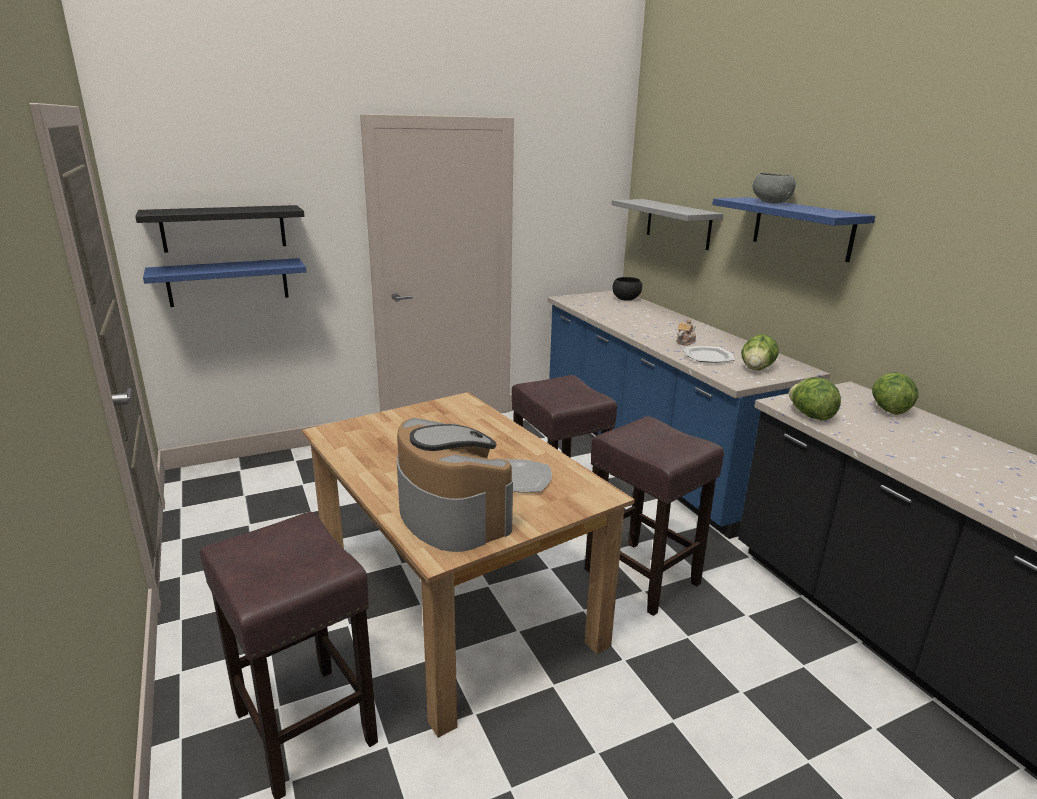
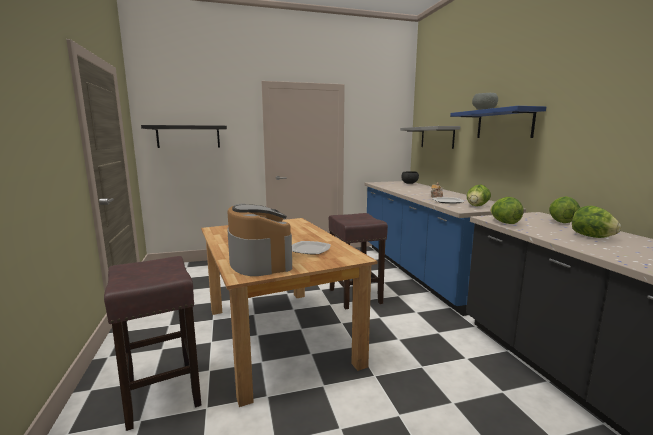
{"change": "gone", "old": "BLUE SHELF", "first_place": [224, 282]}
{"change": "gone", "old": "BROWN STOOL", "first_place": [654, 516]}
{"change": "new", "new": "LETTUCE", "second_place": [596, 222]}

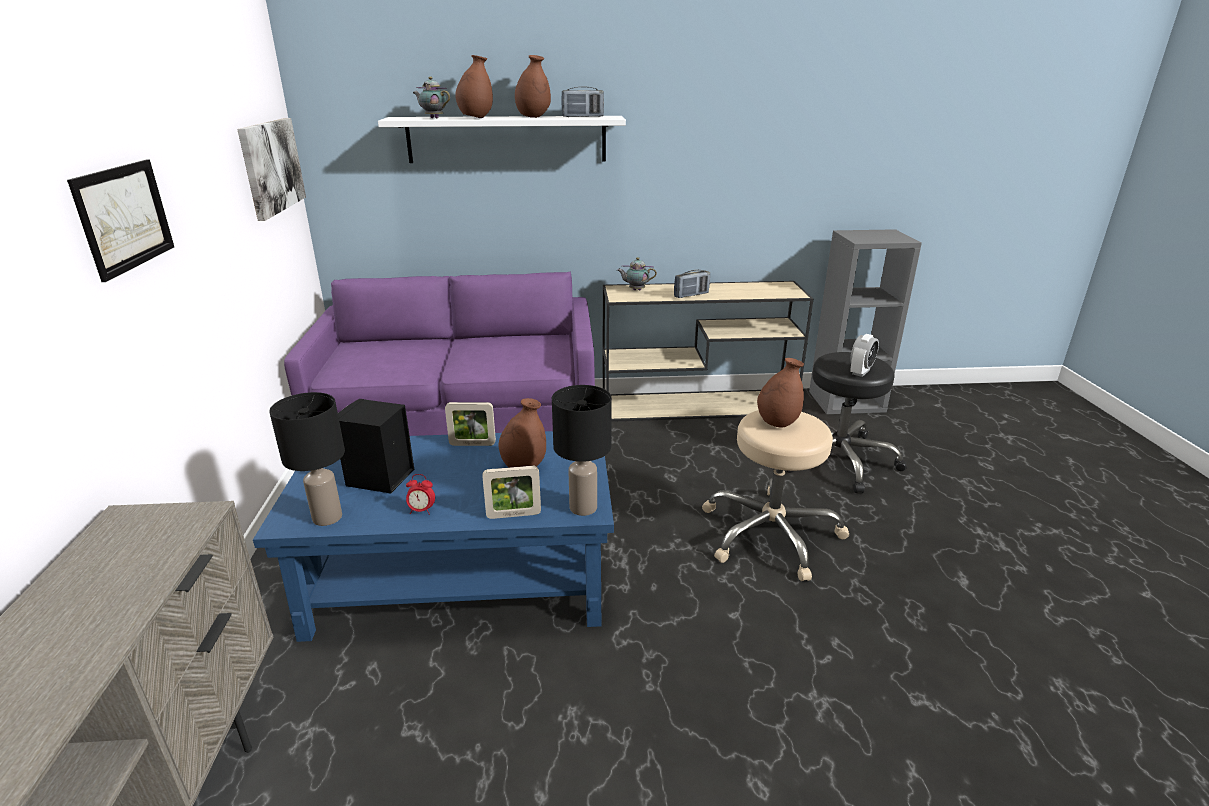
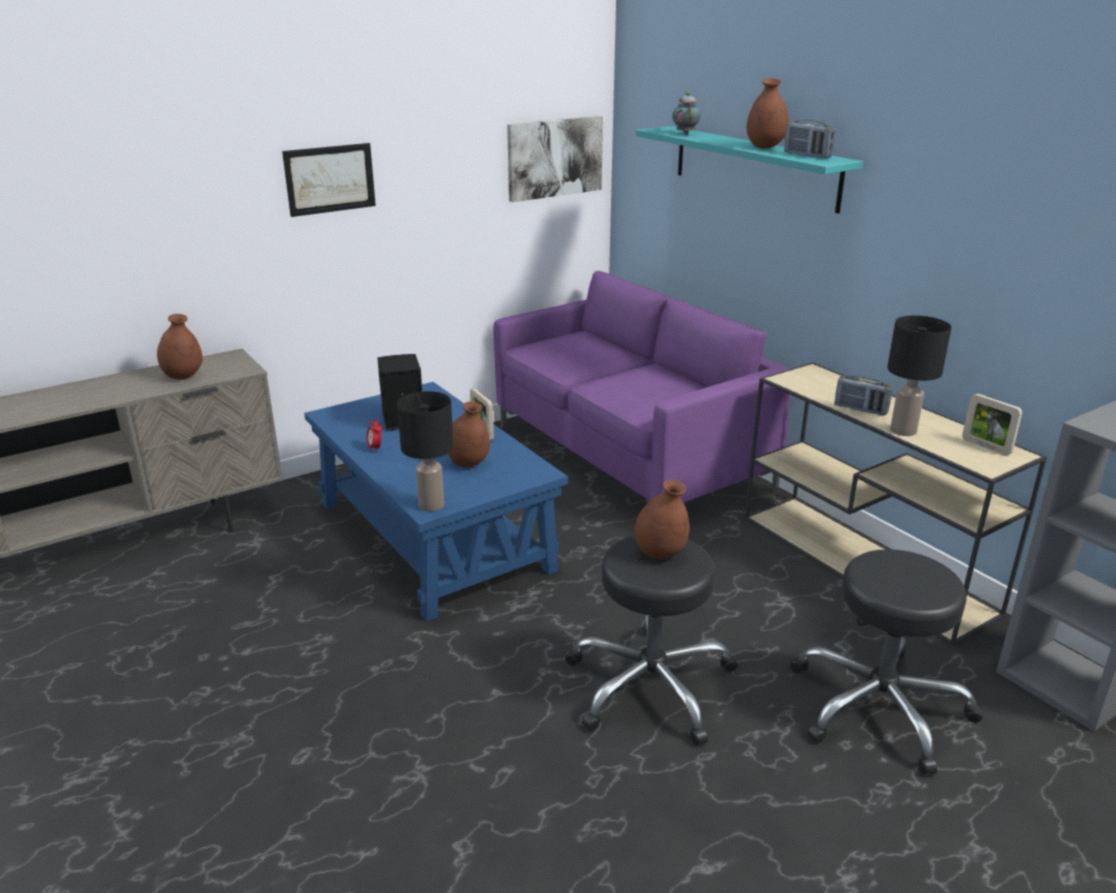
{"change": "shifted", "old": "BLACK TABLE LAMP", "first_place": [307, 459], "second_place": [919, 375]}
{"change": "repainted", "old": "WHITE SHELF", "new": "TURQUOISE SHELF", "first_place": [502, 139], "second_place": [749, 170]}
{"change": "shifted", "old": "BROWN VASE", "first_place": [474, 86], "second_place": [180, 347]}
{"change": "shifted", "old": "PICTURE FRAME", "first_place": [512, 492], "second_place": [992, 424]}
{"change": "gone", "old": "TEAPOT", "first_place": [637, 273]}
{"change": "repainted", "old": "BEIGE STOOL", "new": "BLACK STOOL", "first_place": [775, 495], "second_place": [651, 640]}
{"change": "gone", "old": "ALARM CLOCK", "first_place": [864, 355]}

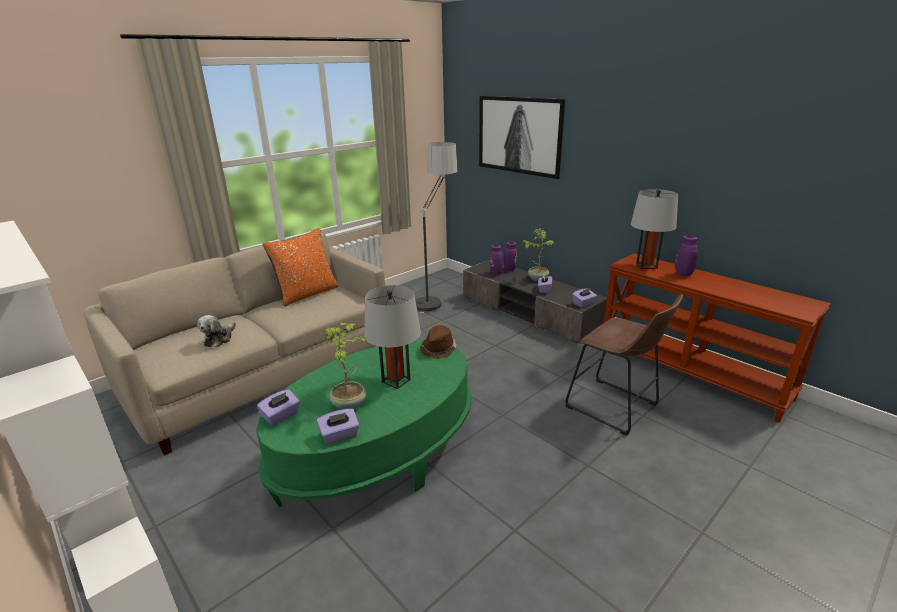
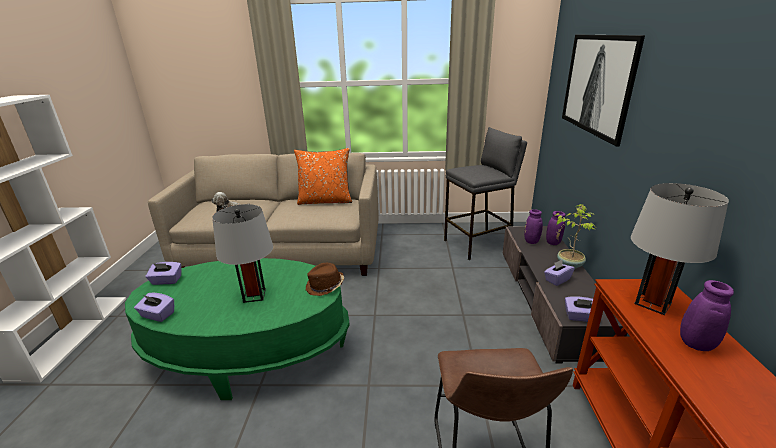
{"change": "gone", "old": "POTTED PLANT", "first_place": [346, 366]}
{"change": "swapped", "old": "FLOOR LAMP", "new": "GREY STOOL", "first_place": [436, 227], "second_place": [485, 193]}

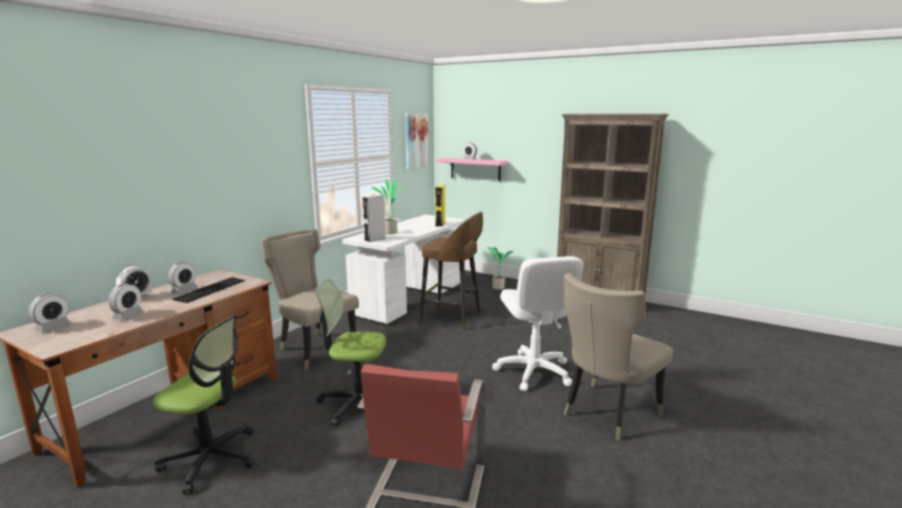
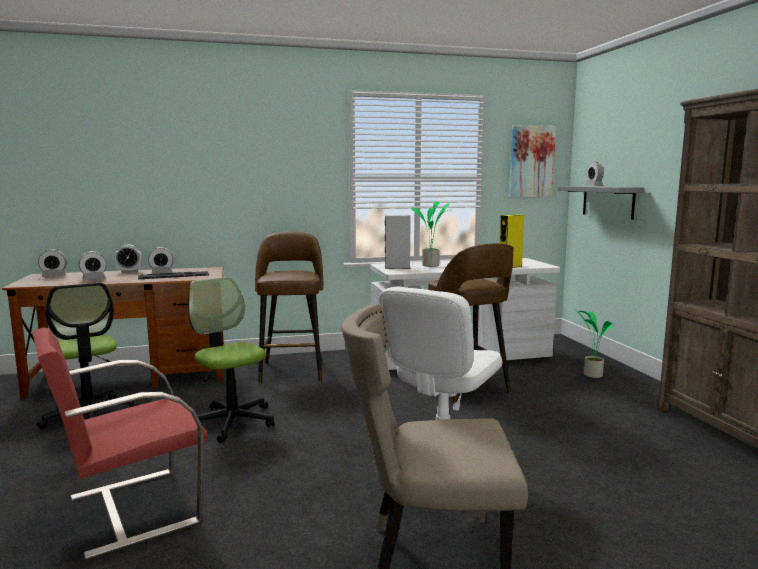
{"change": "swapped", "old": "BEIGE CHAIR", "new": "BROWN STOOL", "first_place": [310, 299], "second_place": [289, 307]}
{"change": "repainted", "old": "PINK SHELF", "new": "GREY SHELF", "first_place": [472, 170], "second_place": [601, 203]}

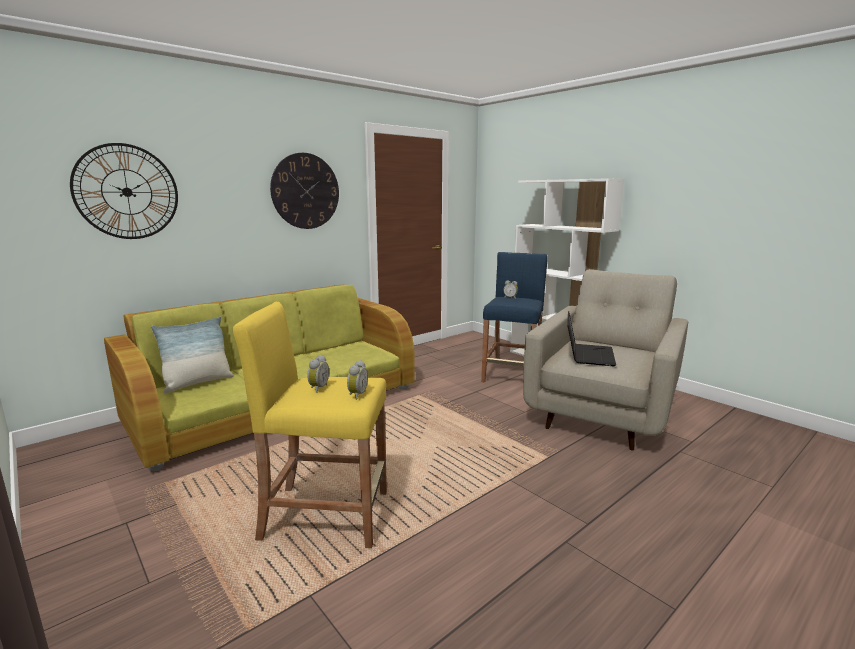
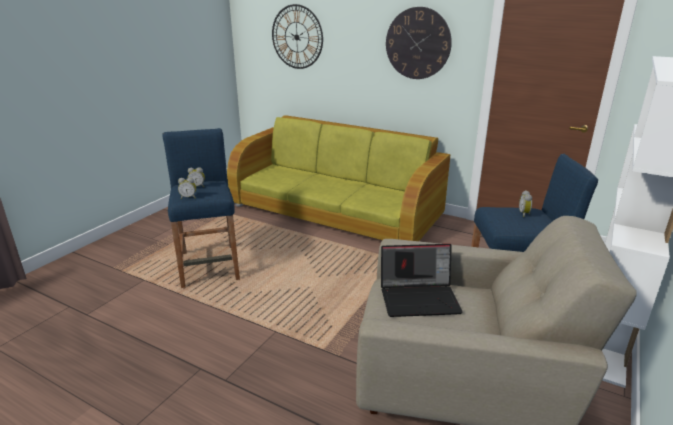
{"change": "gone", "old": "PILLOW", "first_place": [192, 355]}
{"change": "repainted", "old": "YELLOW STOOL", "new": "BLUE STOOL", "first_place": [310, 425], "second_place": [201, 208]}

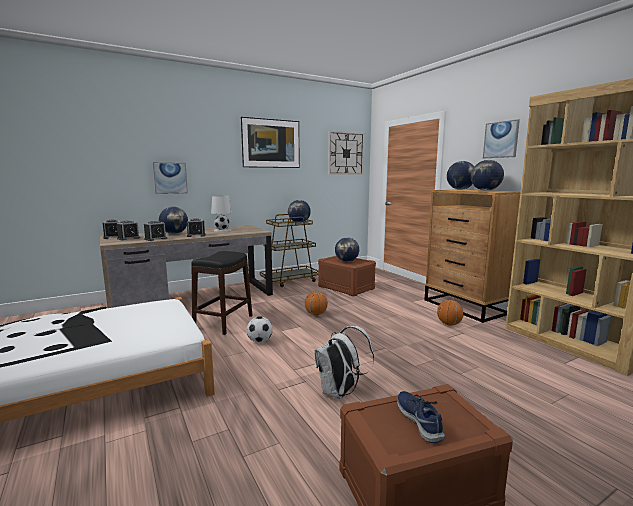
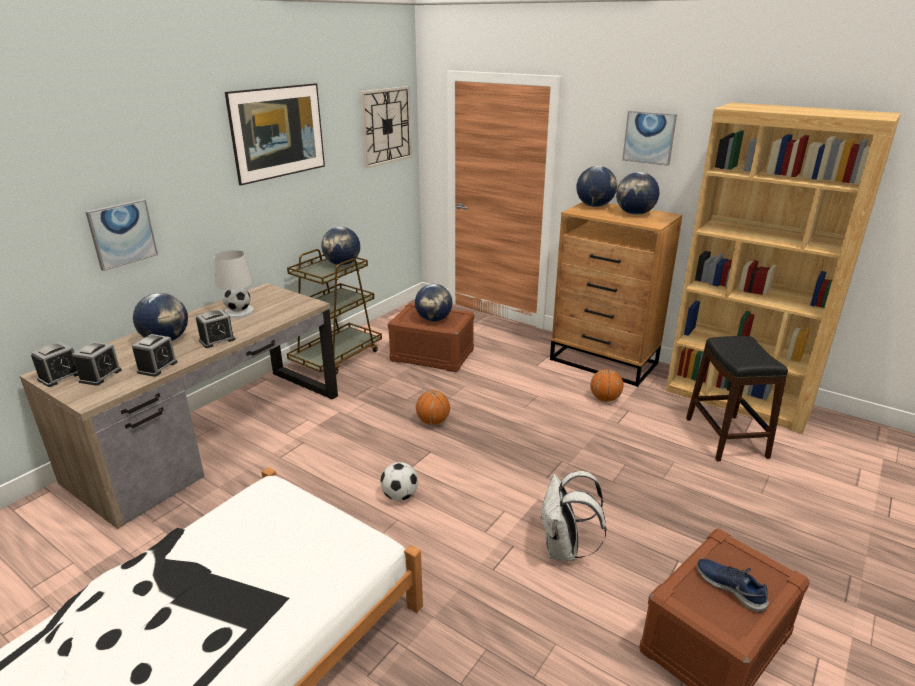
{"change": "shifted", "old": "BLACK STOOL", "first_place": [222, 293], "second_place": [737, 398]}

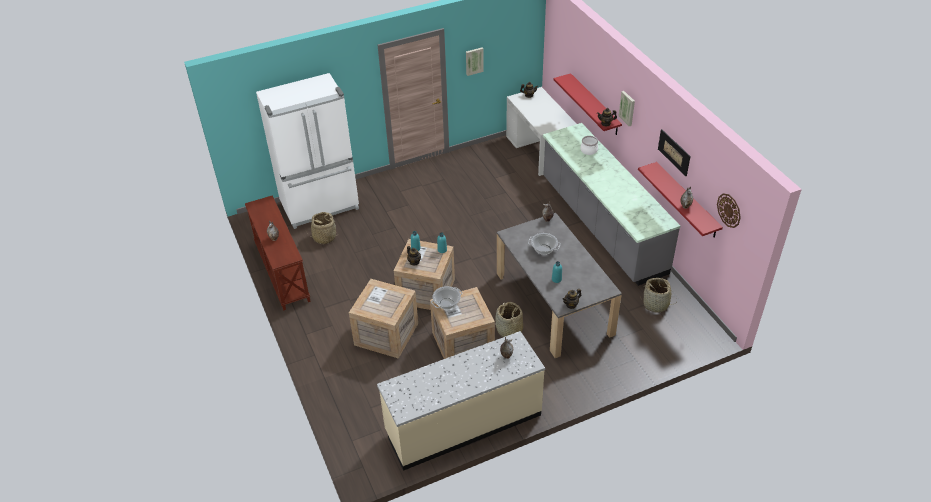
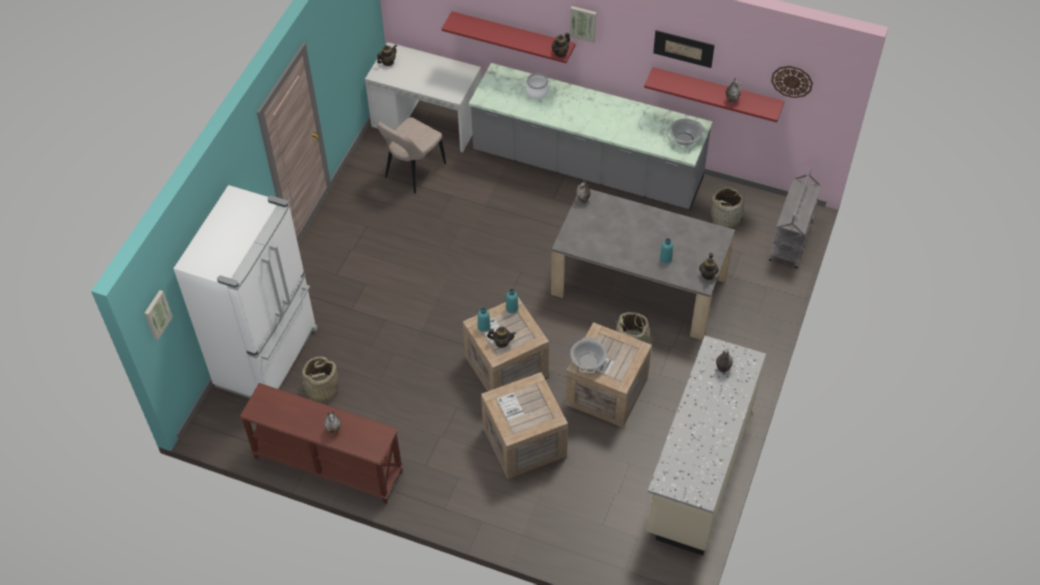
{"change": "shifted", "old": "PICTURE", "first_place": [475, 61], "second_place": [158, 315]}
{"change": "shifted", "old": "COOKING POT", "first_place": [544, 244], "second_place": [685, 132]}
{"change": "new", "new": "BEIGE CHAIR", "second_place": [411, 155]}
{"change": "new", "new": "GREY CART", "second_place": [795, 217]}

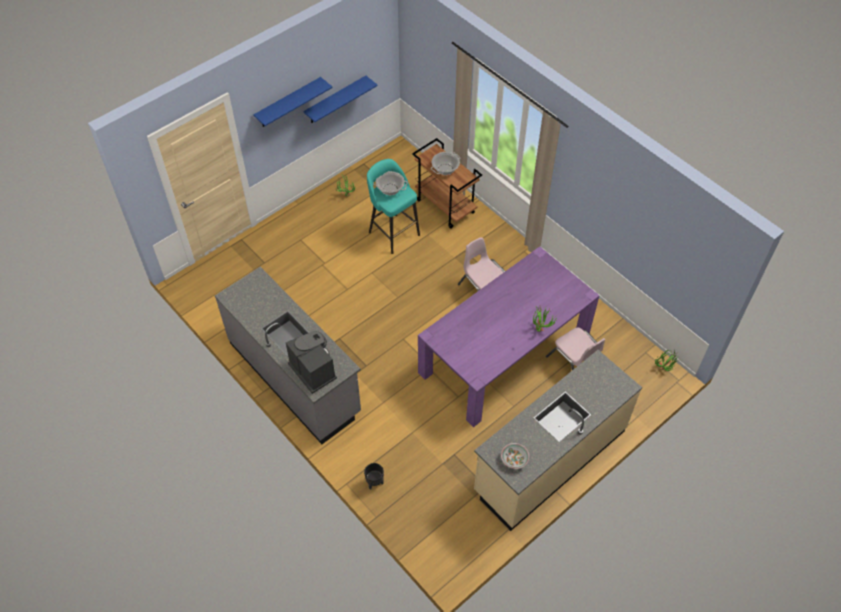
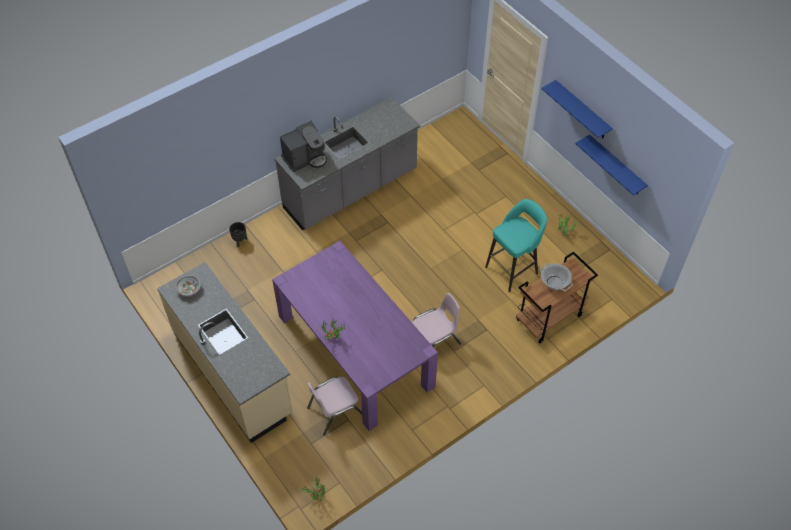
{"change": "gone", "old": "COOKING POT", "first_place": [390, 183]}

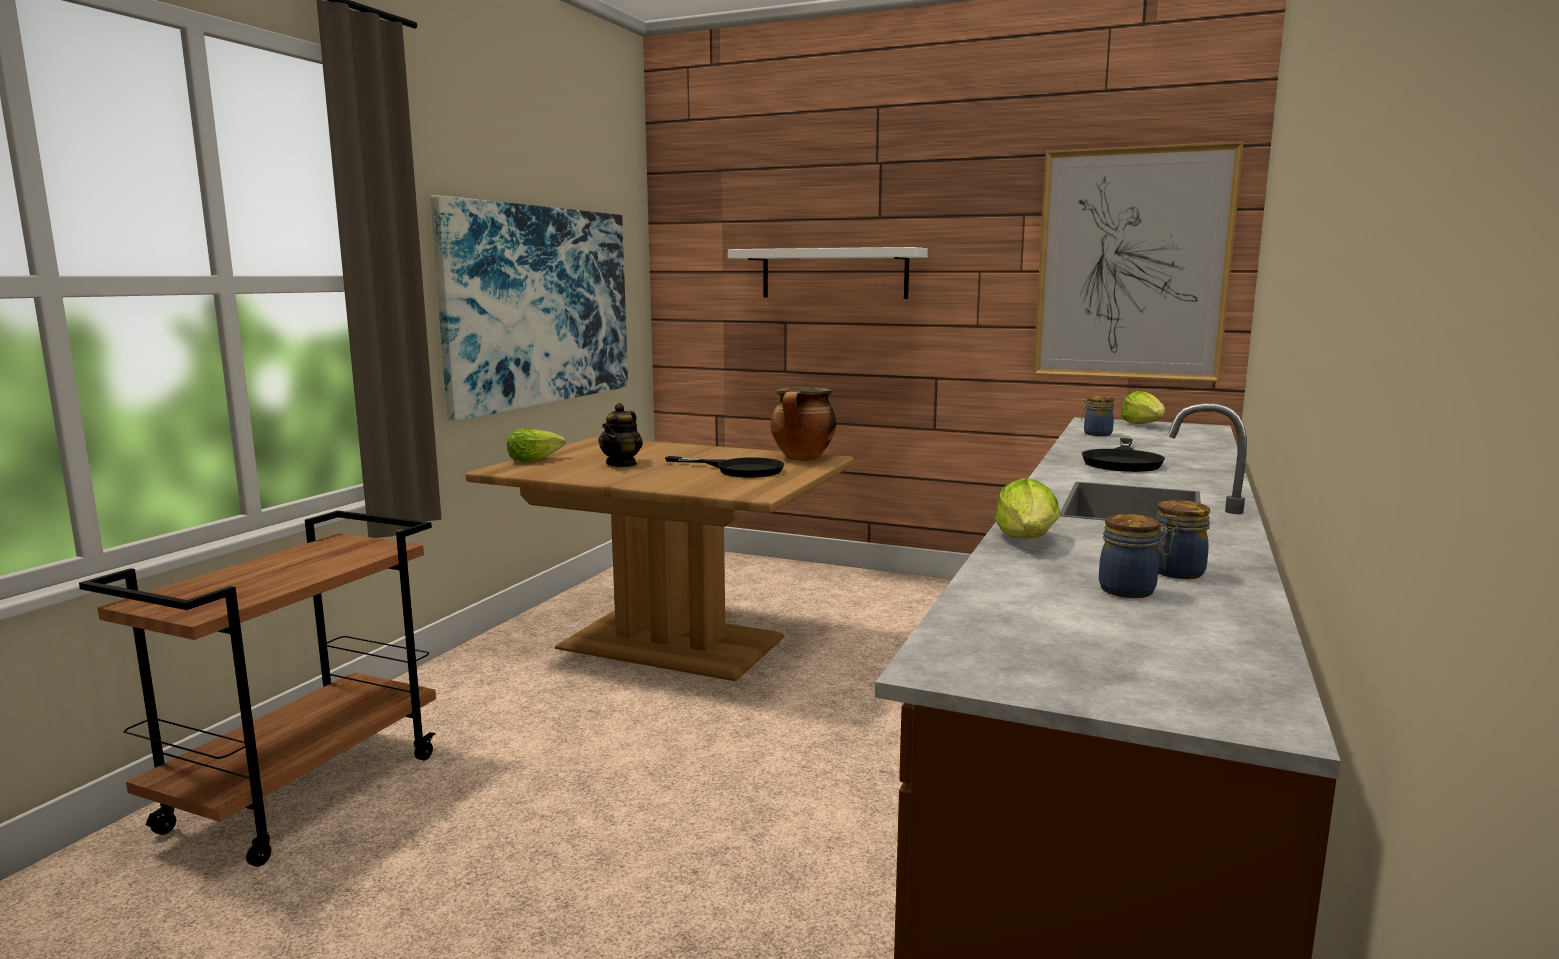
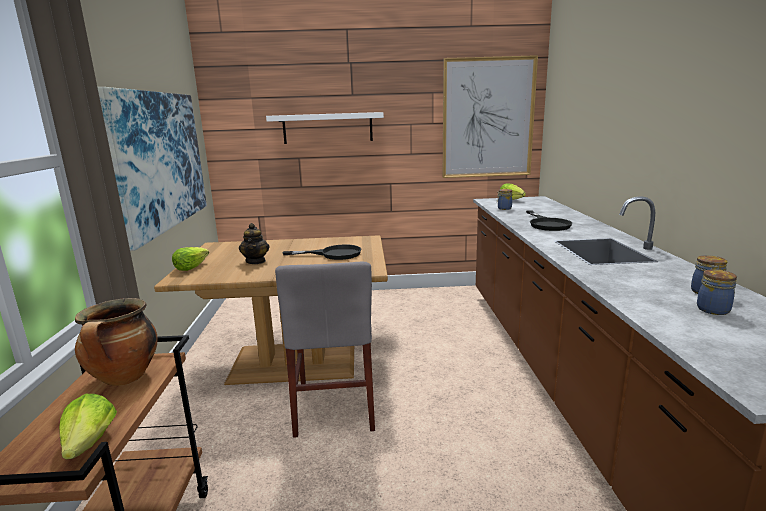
{"change": "shifted", "old": "COOKING POT", "first_place": [803, 424], "second_place": [116, 342]}
{"change": "shifted", "old": "LETTUCE", "first_place": [1027, 508], "second_place": [88, 426]}
{"change": "new", "new": "GREY CHAIR", "second_place": [325, 349]}

